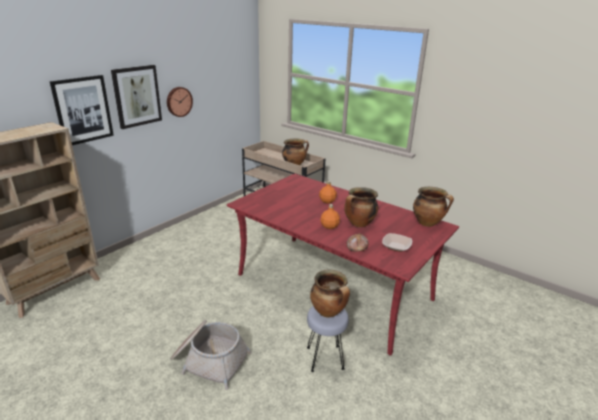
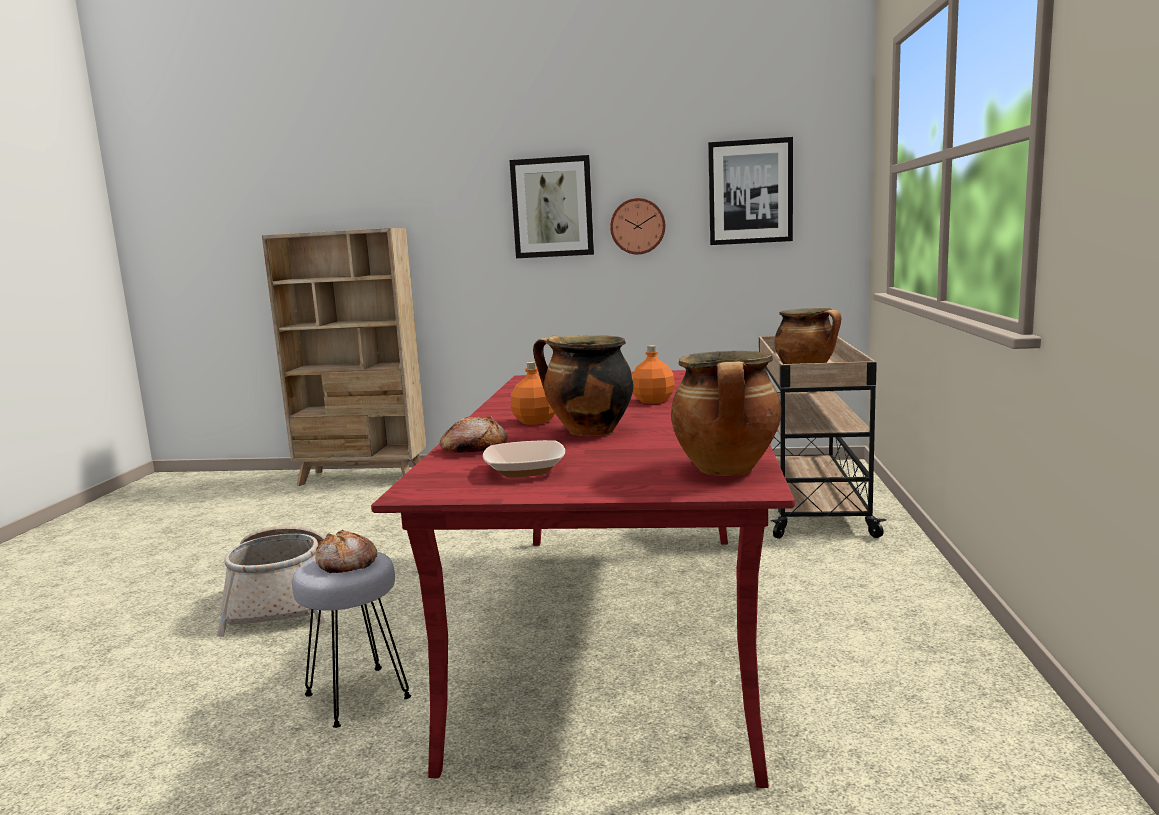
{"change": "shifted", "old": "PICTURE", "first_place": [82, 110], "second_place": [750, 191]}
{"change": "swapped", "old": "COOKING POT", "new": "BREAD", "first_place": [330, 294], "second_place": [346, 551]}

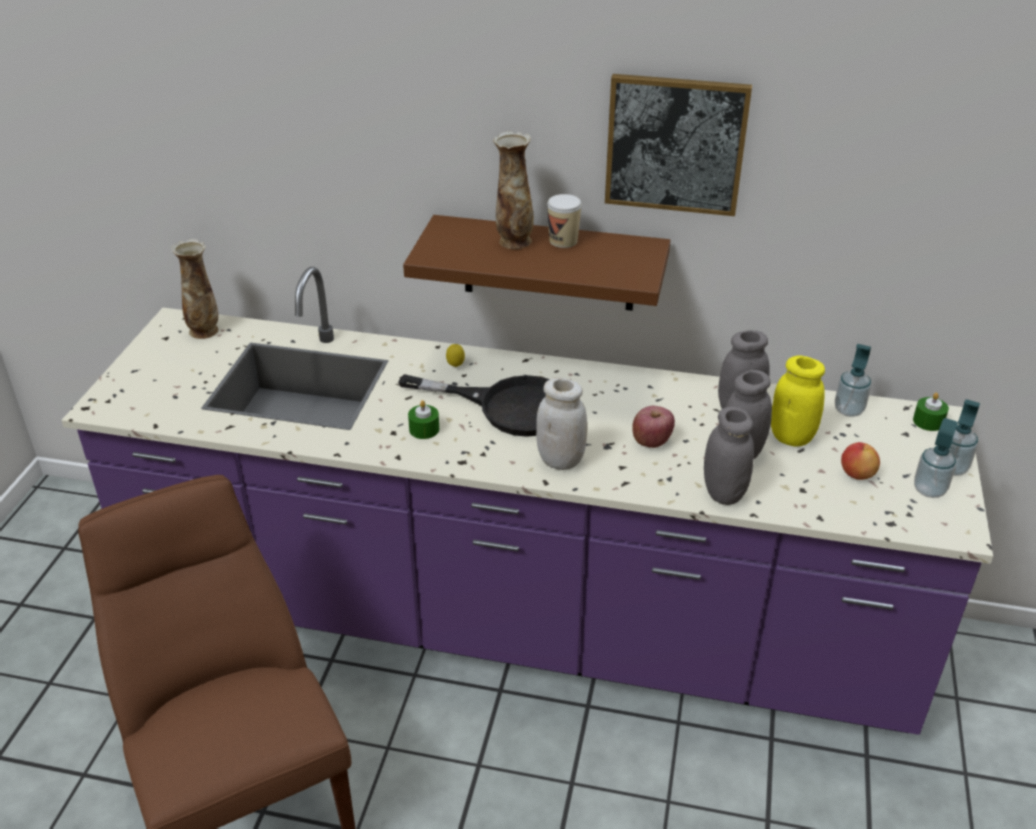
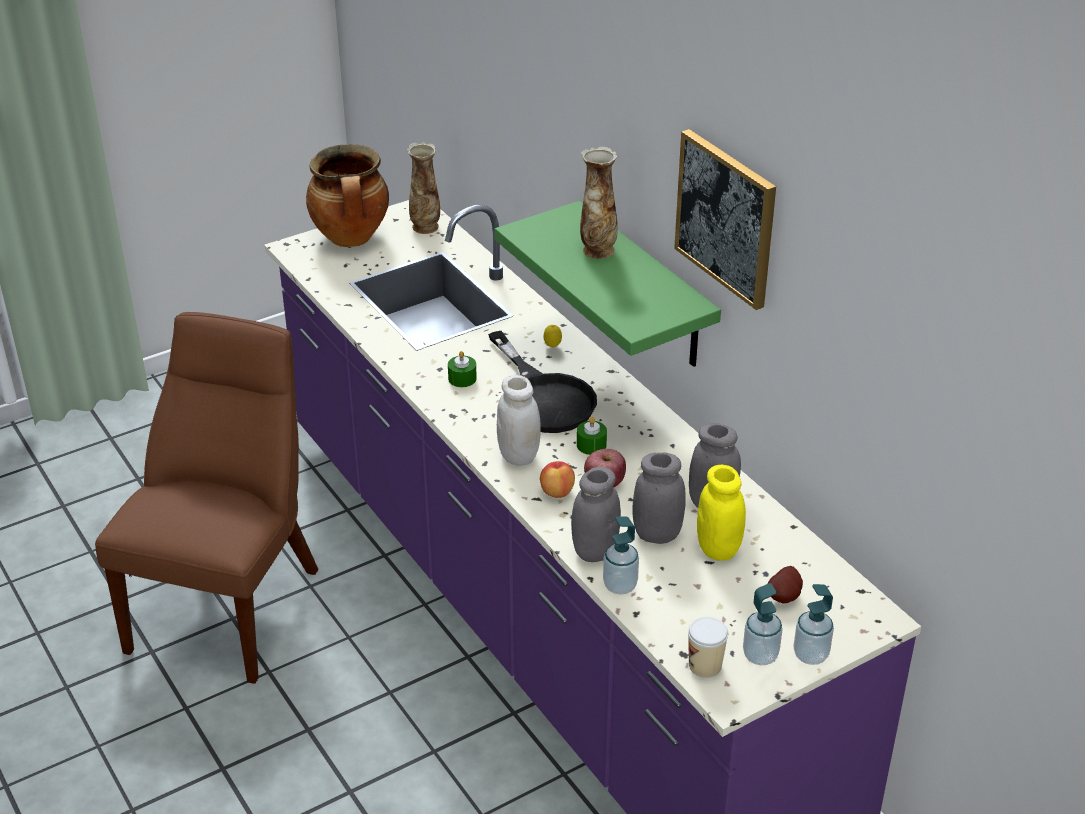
{"change": "repainted", "old": "BROWN SHELF", "new": "GREEN SHELF", "first_place": [537, 263], "second_place": [608, 284]}
{"change": "shifted", "old": "CUP", "first_place": [564, 221], "second_place": [708, 647]}
{"change": "shifted", "old": "SOAP DISPENSER", "first_place": [853, 380], "second_place": [621, 555]}
{"change": "shifted", "old": "APPLE", "first_place": [860, 461], "second_place": [557, 479]}
{"change": "shifted", "old": "GREEN CANDLE", "first_place": [931, 412], "second_place": [592, 436]}
{"change": "new", "new": "COOKING POT", "second_place": [347, 195]}
{"change": "new", "new": "POTATO", "second_place": [785, 584]}

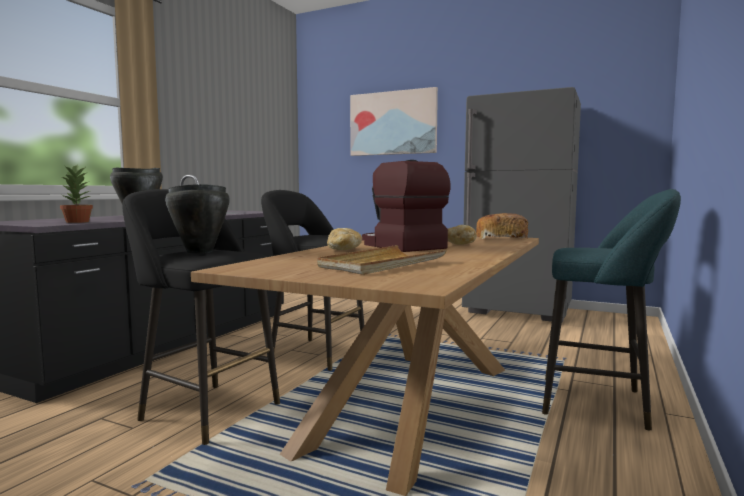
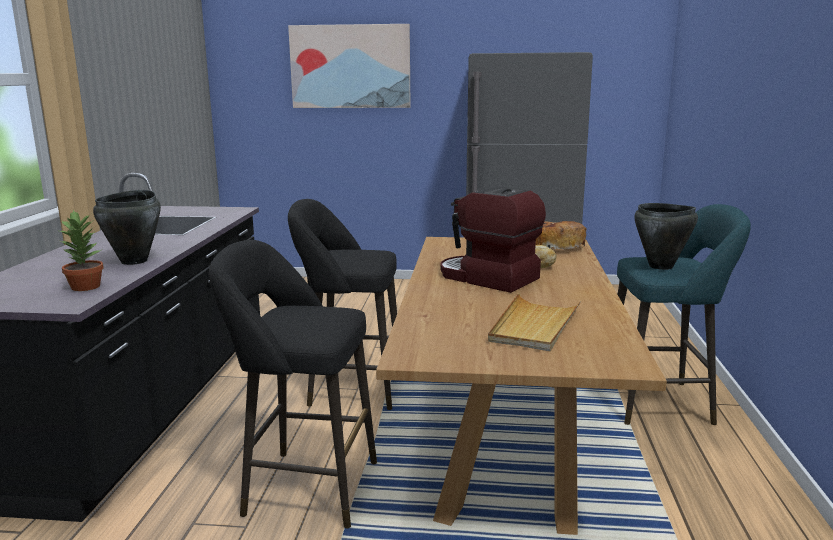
{"change": "shifted", "old": "BLACK COOKING POT", "first_place": [197, 218], "second_place": [666, 236]}
{"change": "gone", "old": "BREAD", "first_place": [344, 239]}

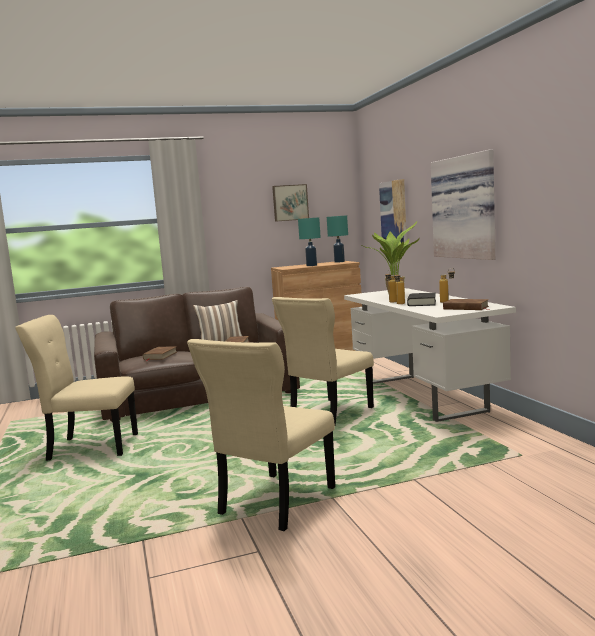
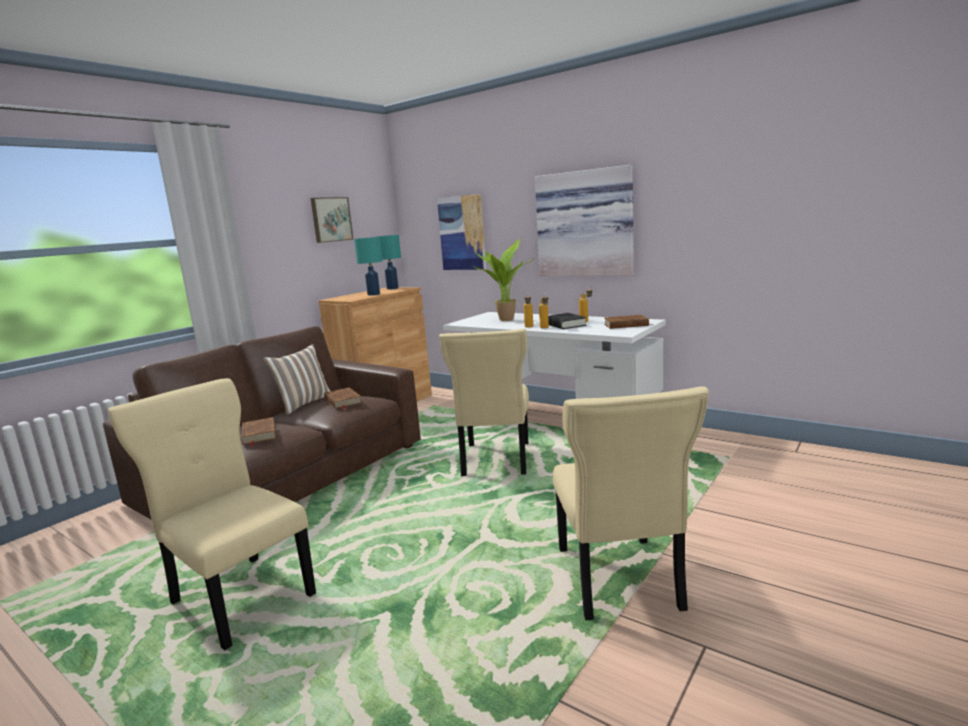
{"change": "rotated", "old": "BEIGE CHAIR", "first_place": [76, 388], "second_place": [212, 514], "degrees": 75}

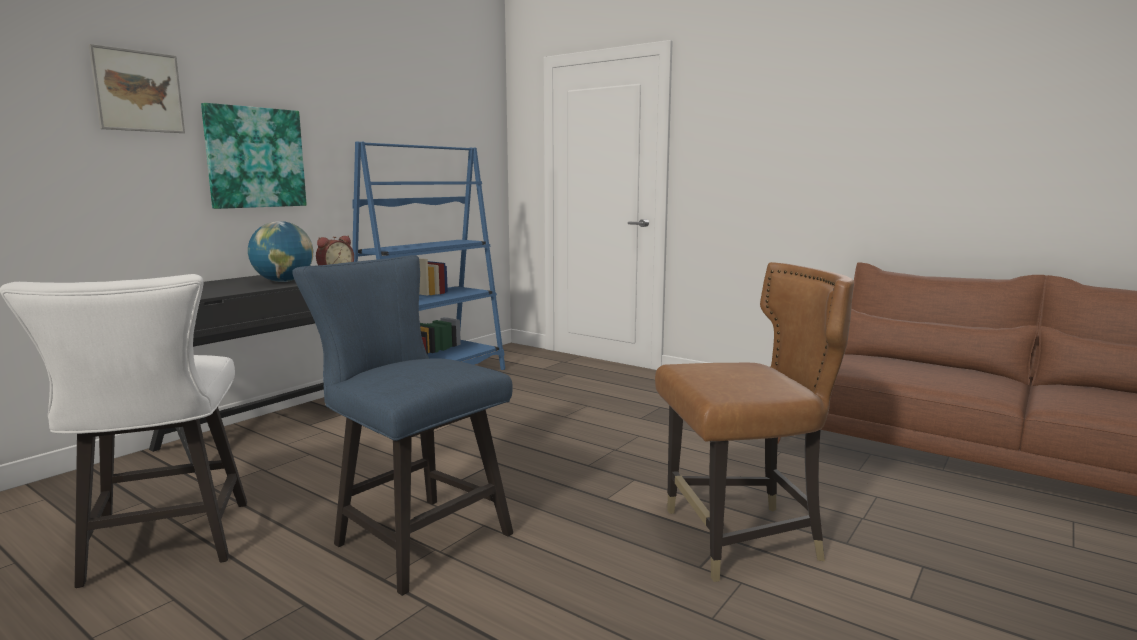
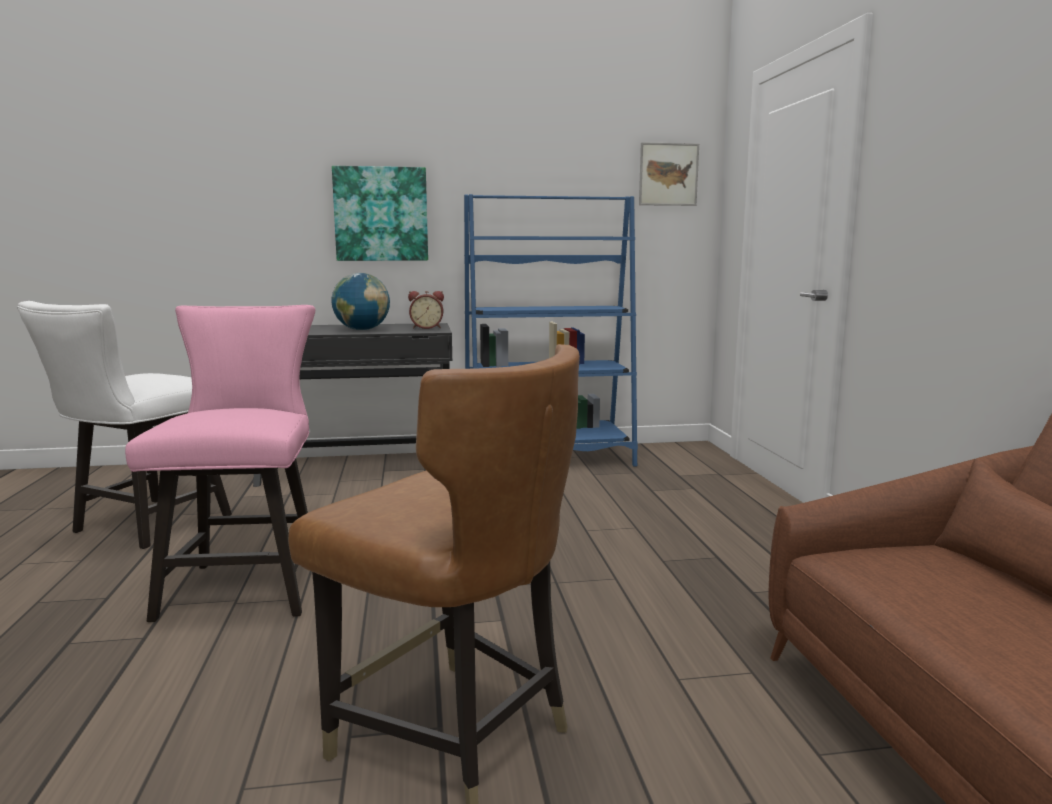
{"change": "shifted", "old": "PICTURE", "first_place": [136, 88], "second_place": [669, 174]}
{"change": "repainted", "old": "BLUE CHAIR", "new": "PINK CHAIR", "first_place": [402, 425], "second_place": [220, 463]}

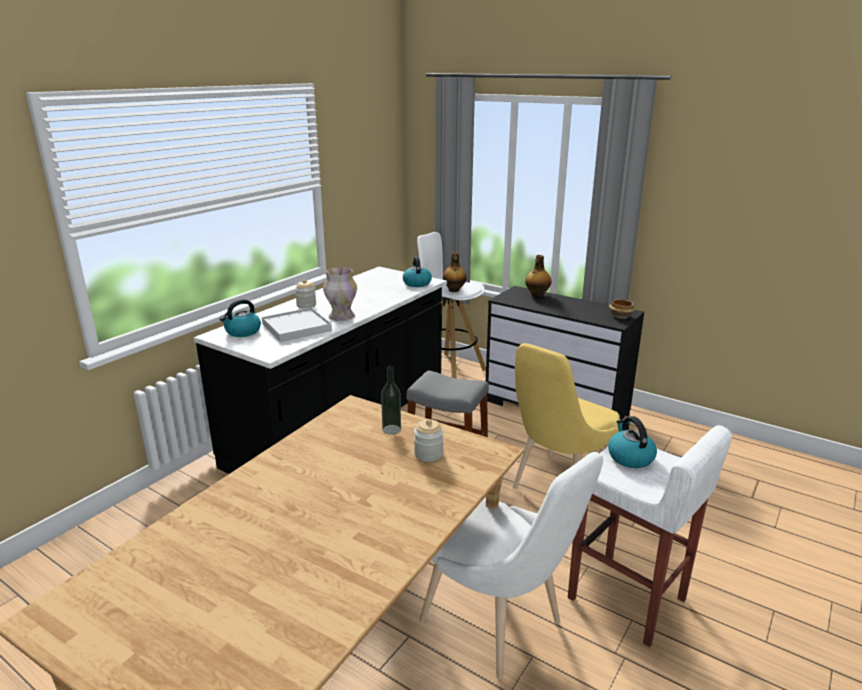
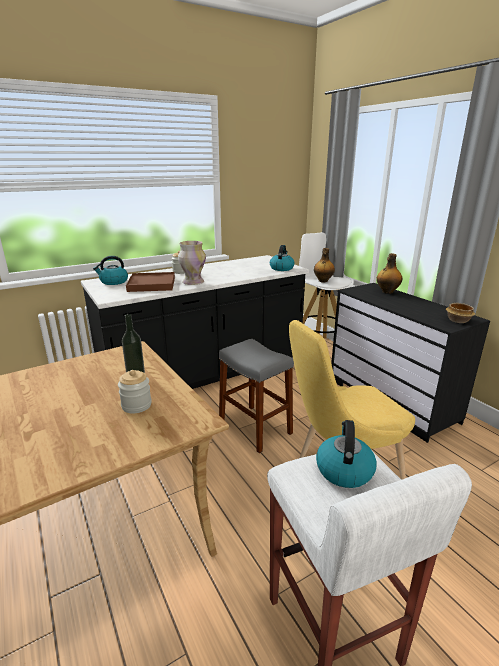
{"change": "repainted", "old": "WHITE TRAY", "new": "BROWN TRAY", "first_place": [297, 325], "second_place": [150, 282]}
{"change": "gone", "old": "WHITE CHAIR", "first_place": [511, 566]}

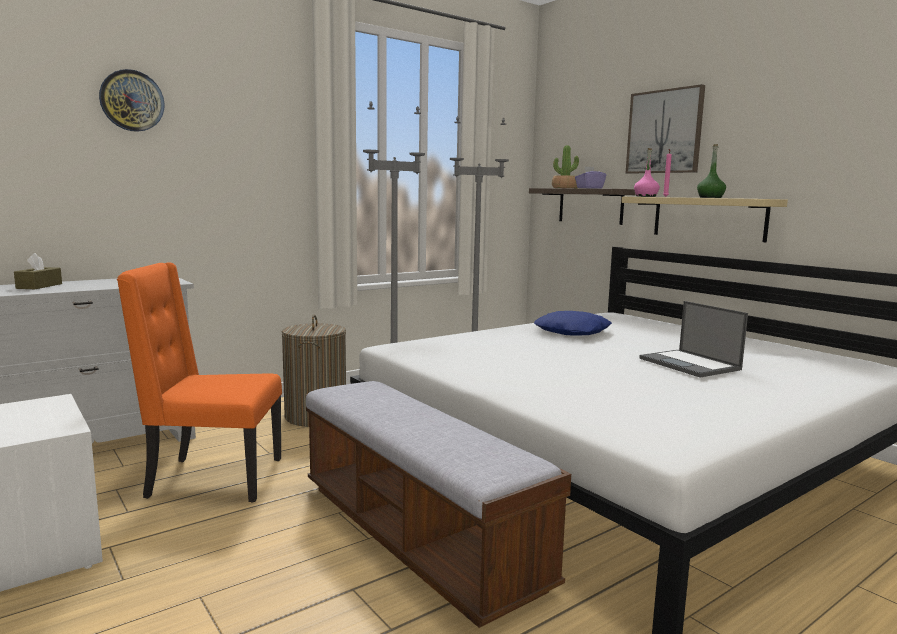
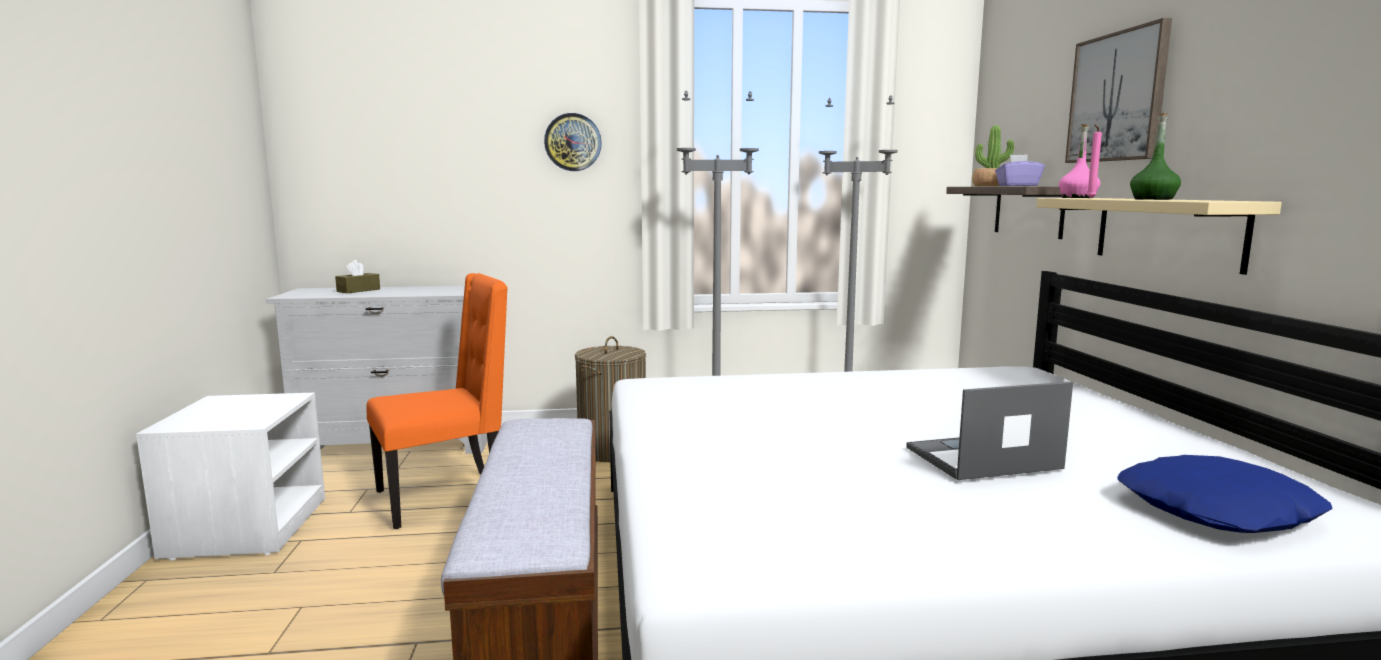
{"change": "shifted", "old": "WALL CLOCK", "first_place": [132, 100], "second_place": [573, 142]}
{"change": "rotated", "old": "ORANGE CHAIR", "first_place": [199, 383], "second_place": [437, 401], "degrees": 120}
{"change": "shifted", "old": "BLUE PILLOW", "first_place": [573, 323], "second_place": [1225, 494]}
{"change": "rotated", "old": "LAPTOP", "first_place": [693, 339], "second_place": [989, 430], "degrees": 75}

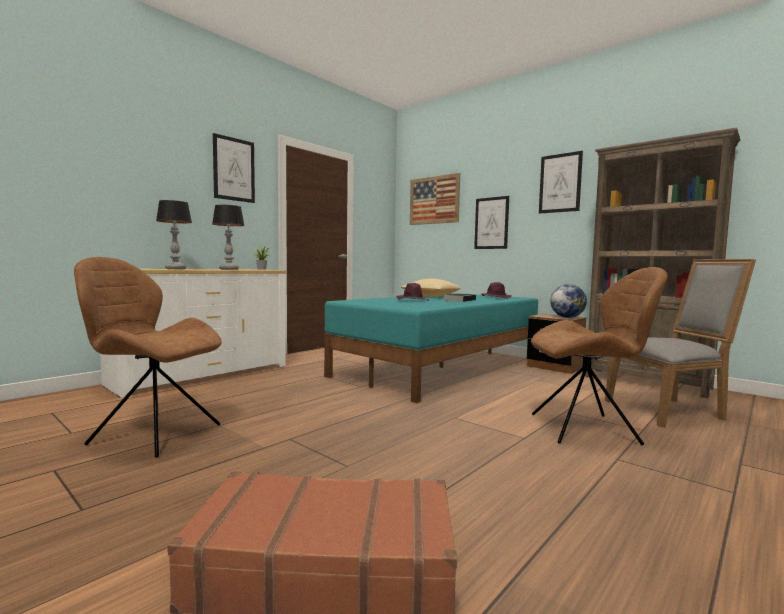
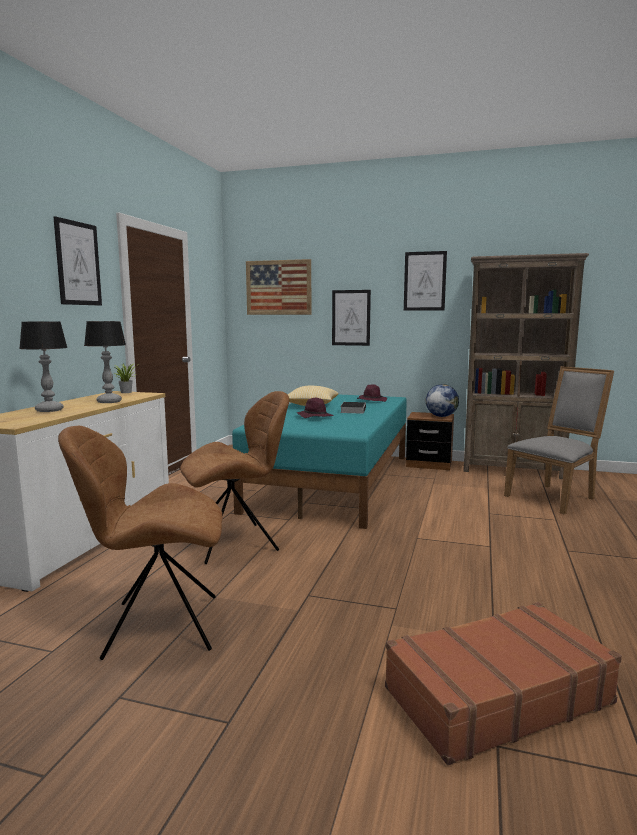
{"change": "shifted", "old": "BROWN CHAIR", "first_place": [599, 356], "second_place": [234, 477]}

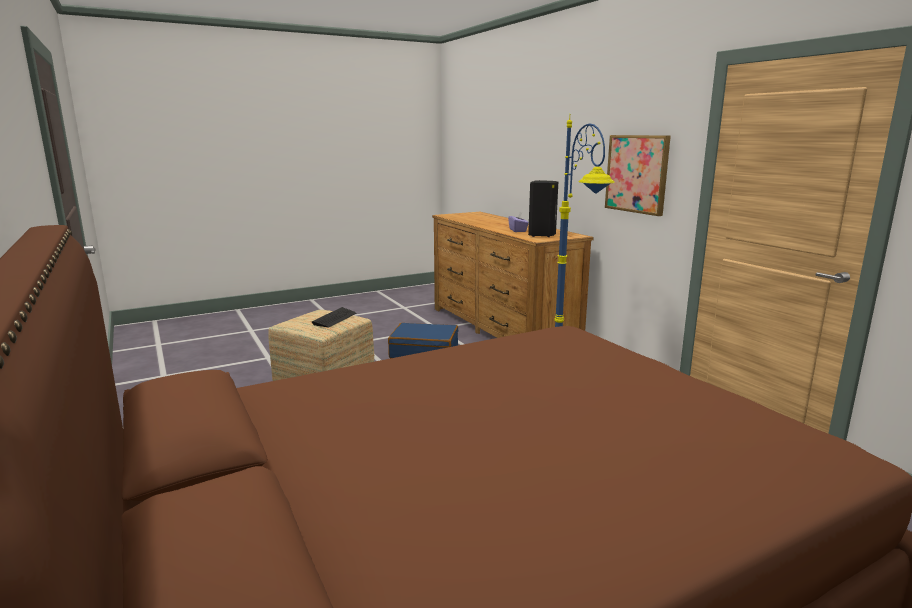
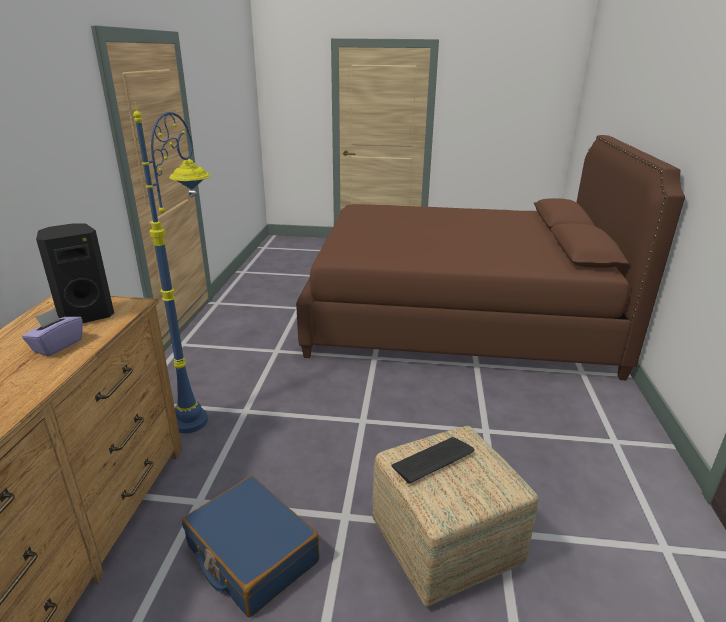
{"change": "gone", "old": "PICTURE", "first_place": [638, 175]}

